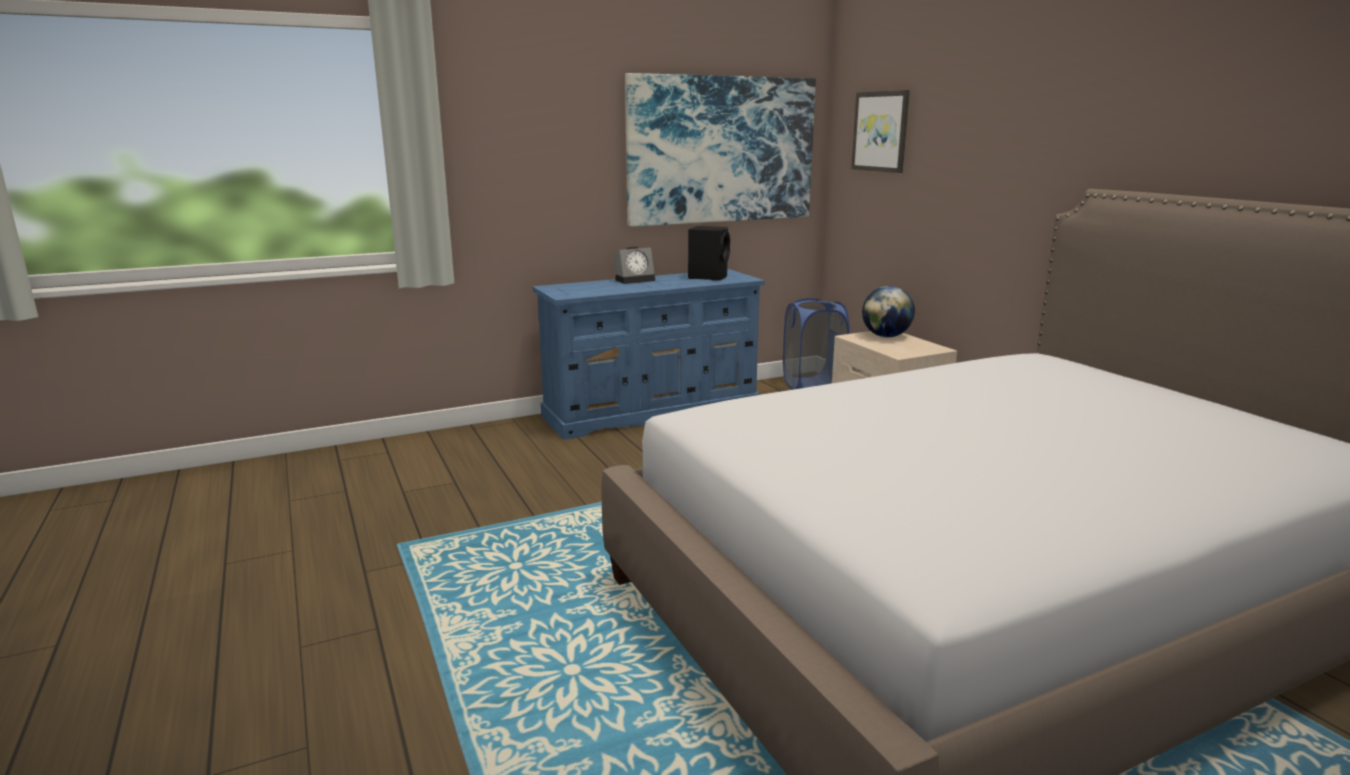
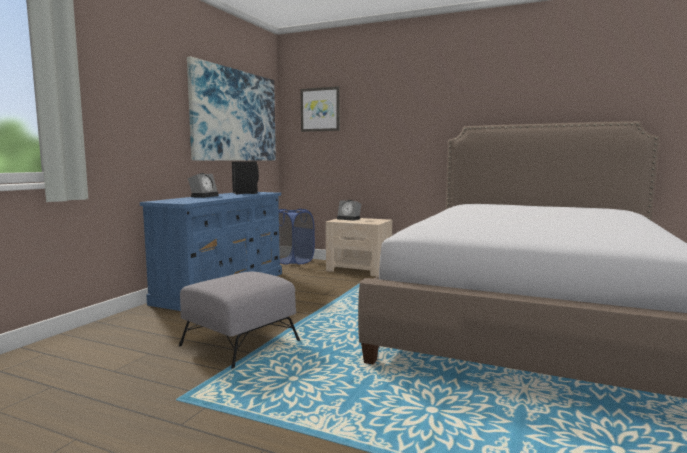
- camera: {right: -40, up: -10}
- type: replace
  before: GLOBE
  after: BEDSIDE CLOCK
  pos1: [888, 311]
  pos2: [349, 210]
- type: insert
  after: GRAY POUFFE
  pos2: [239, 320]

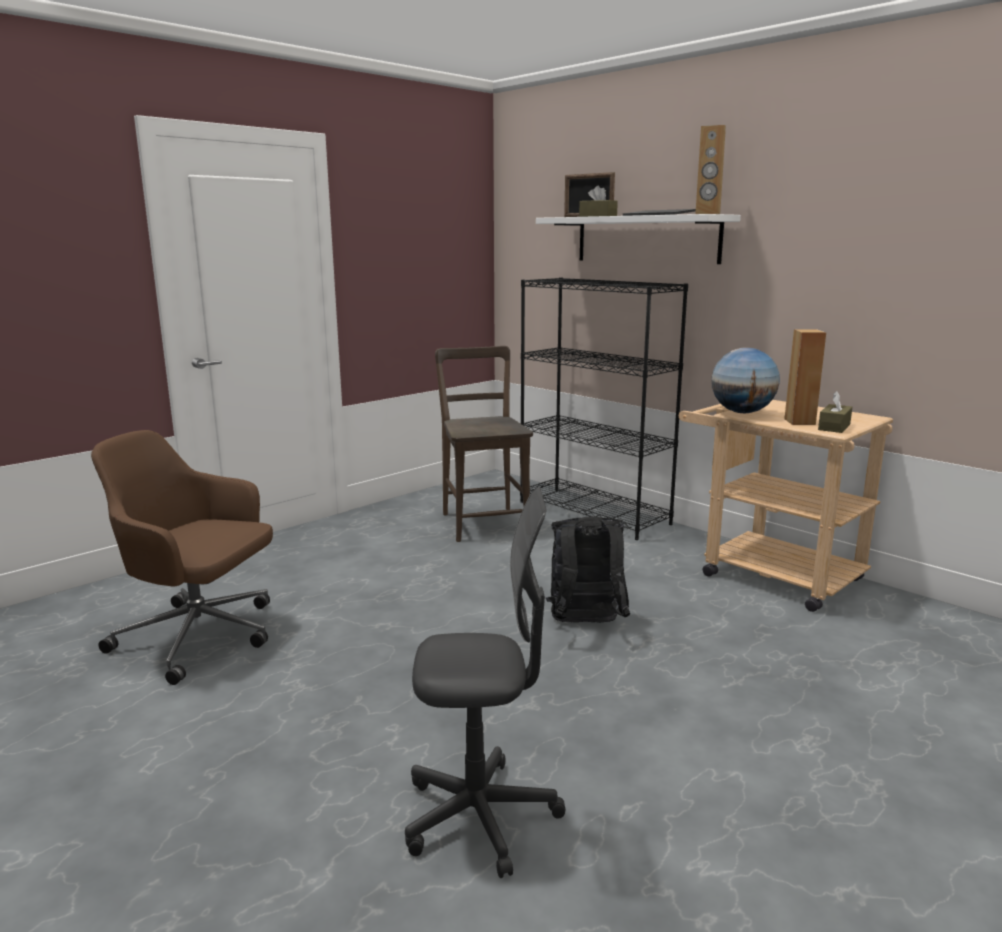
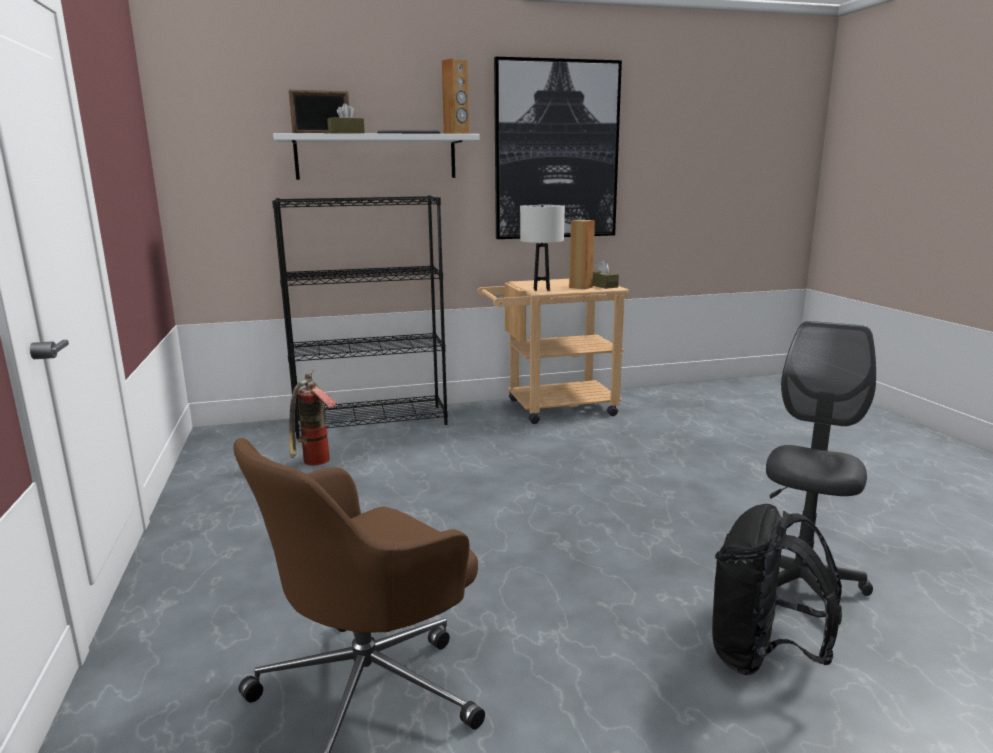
- camera: {right: -60, up: 0}
- type: replace
  before: BROWN CHAIR
  after: FIRE-FIGHTING CYLINDER
  pos1: [484, 444]
  pos2: [313, 418]
- type: replace
  before: GLOBE
  after: WHITISH TABLETOP LAMP
  pos1: [745, 380]
  pos2: [542, 248]
- type: move
  before: BLACKISH KNAPSACK
  pos1: [588, 569]
  pos2: [777, 589]
- type: insert
  after: WALL ART
  pos2: [558, 148]

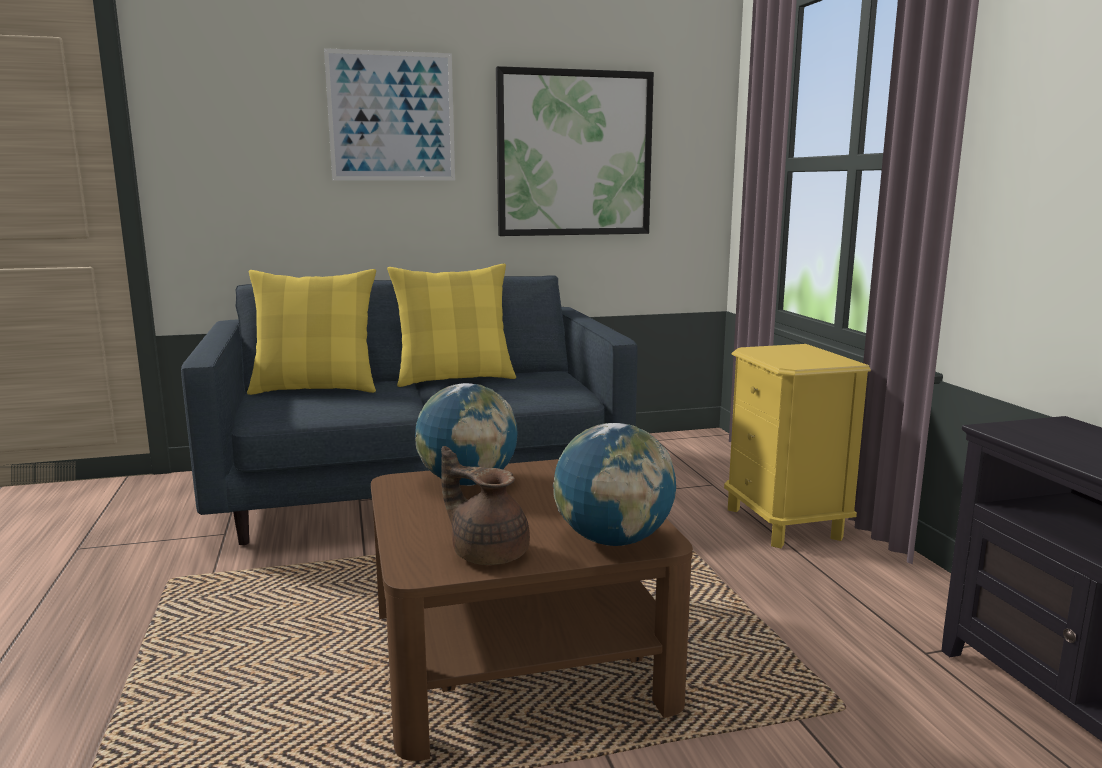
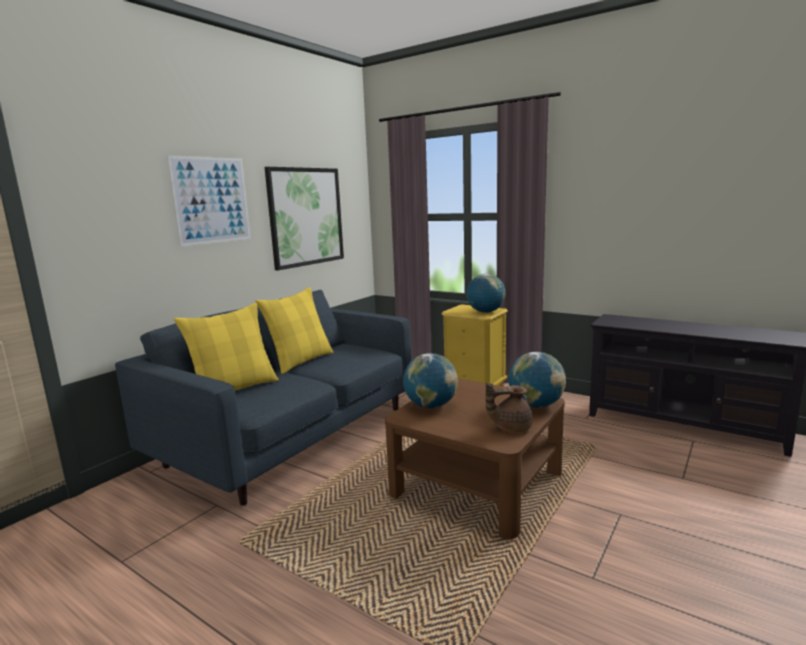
- camera: {right: -40, up: 0}
- type: insert
  after: GLOBE
  pos2: [486, 293]

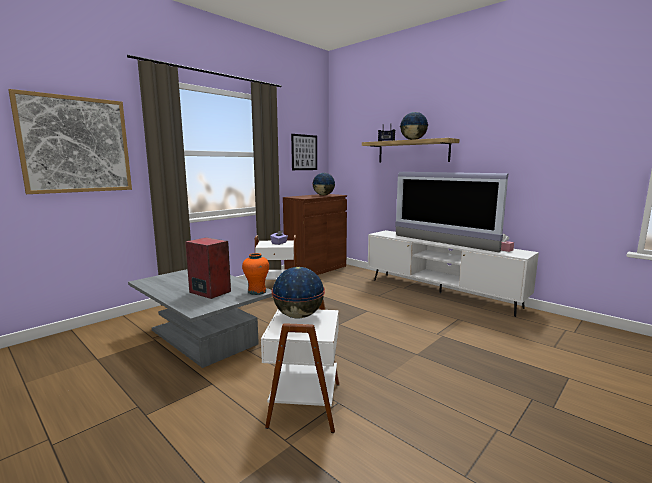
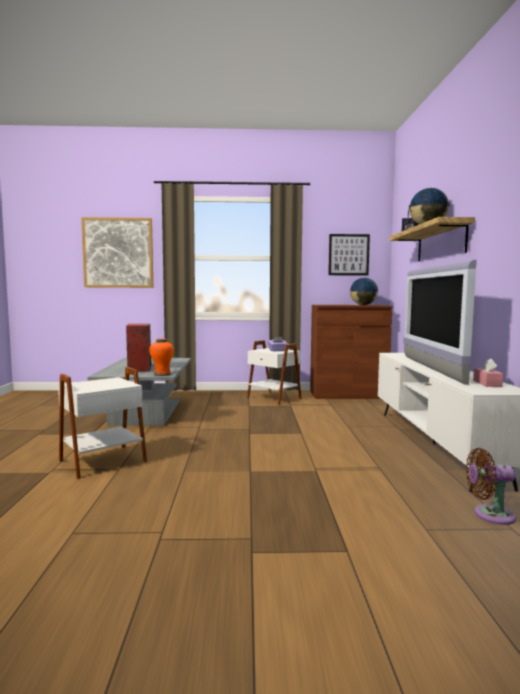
- camera: {right: 45, up: -5}
- type: delete
  before: GLOBE
  pos1: [298, 293]
- type: insert
  after: BROWN COOLING FAN
  pos2: [491, 486]

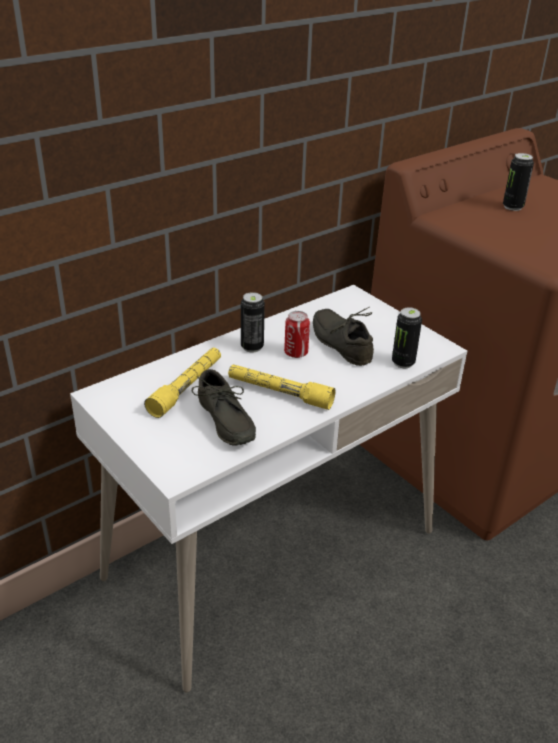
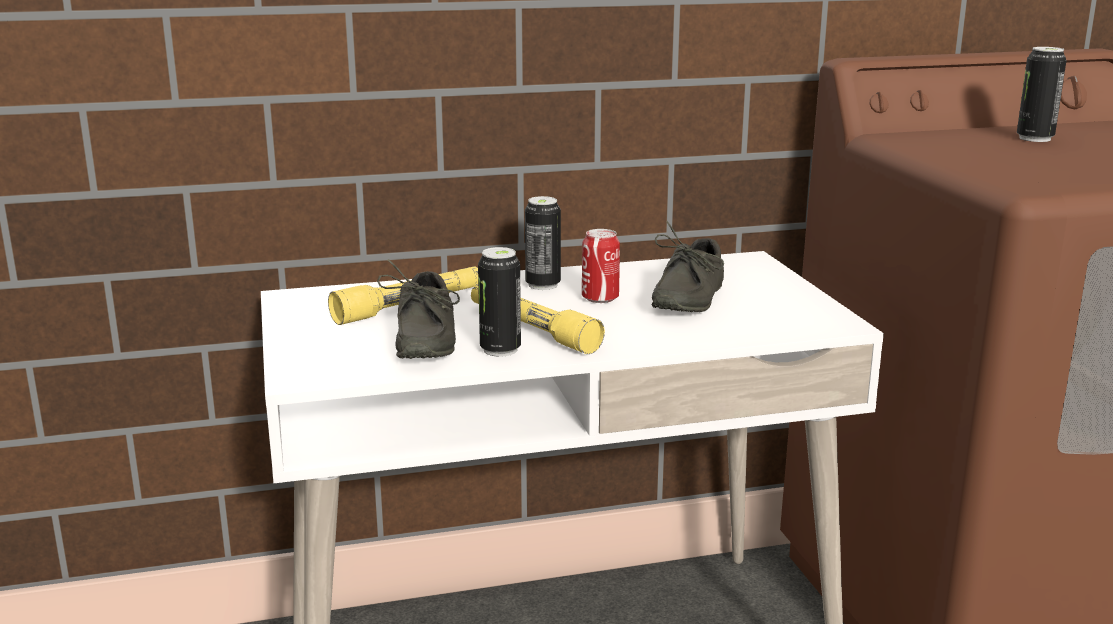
- camera: {right: 25, up: -15}
- type: rotate
  before: GRAY SHOE
  pos1: [343, 336]
  pos2: [687, 266]
  turn: -150
- type: move
  before: SEALED CAN
  pos1: [407, 337]
  pos2: [499, 302]

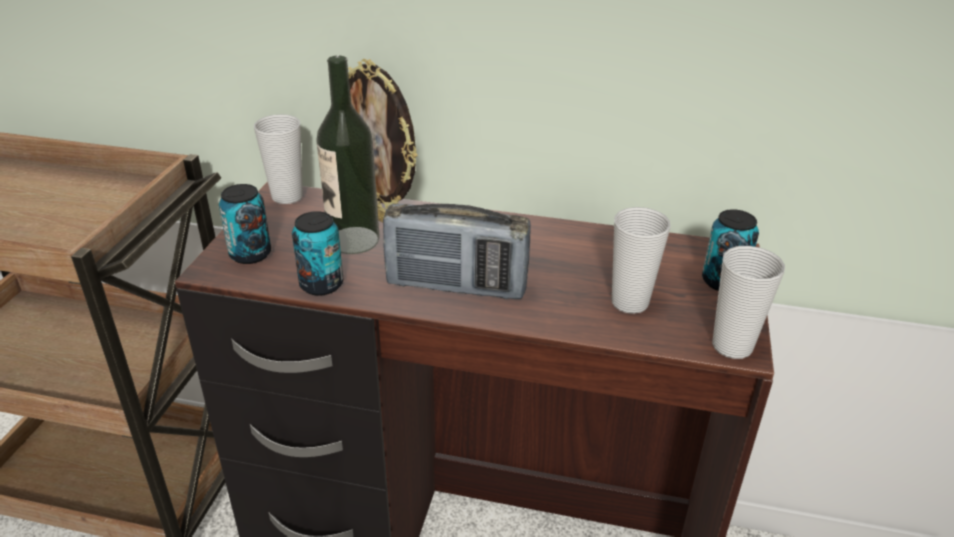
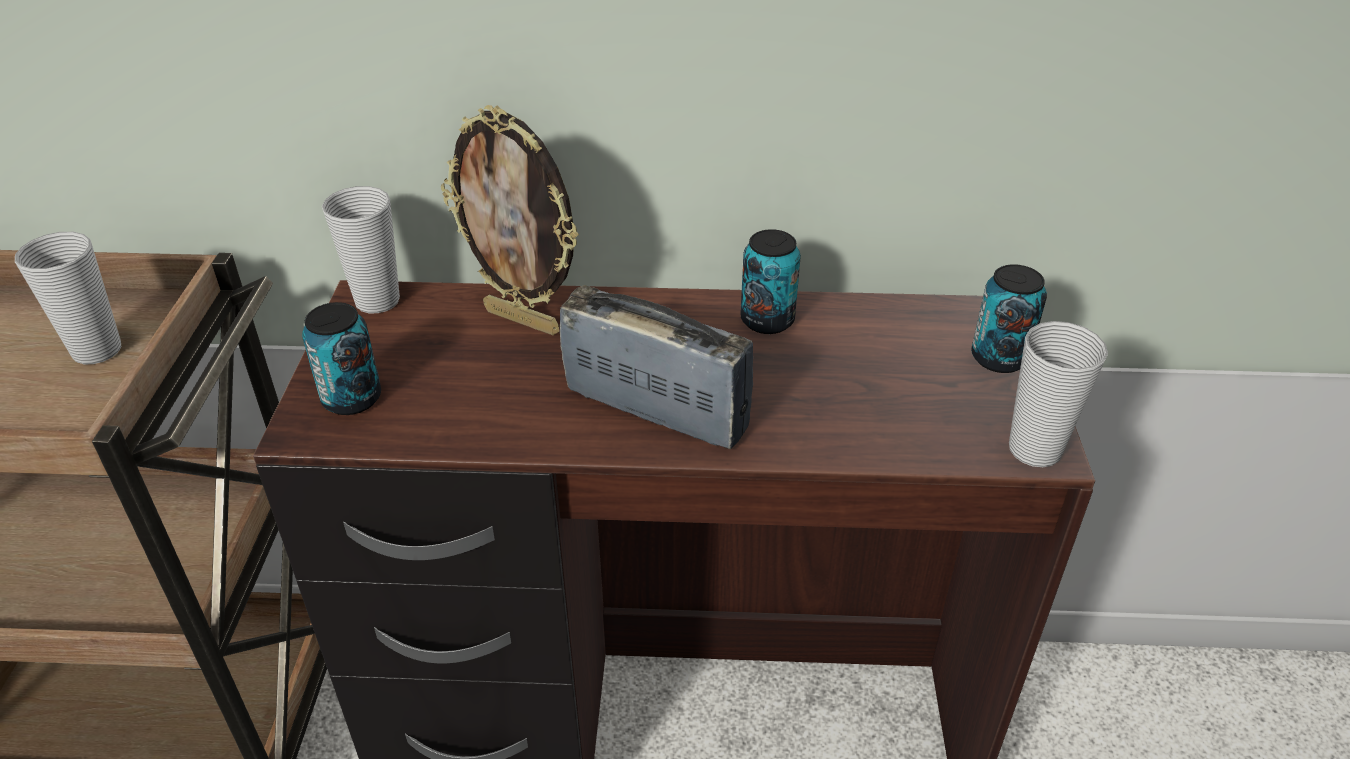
- camera: {right: -10, up: 5}
- type: delete
  before: DRINK BOTTLE
  pos1: [348, 155]
- type: rotate
  before: RADIO
  pos1: [457, 251]
  pos2: [656, 367]
  turn: -150
- type: move
  before: SMALL CUP
  pos1: [641, 260]
  pos2: [68, 298]
- type: move
  before: SEALED CAN
  pos1: [317, 253]
  pos2: [770, 281]

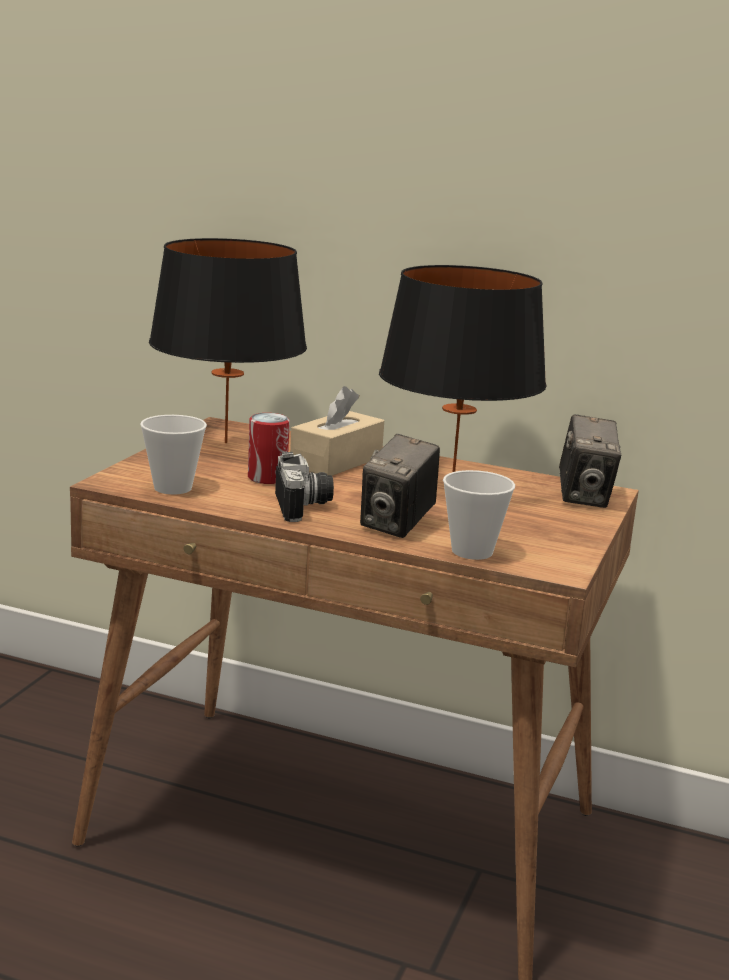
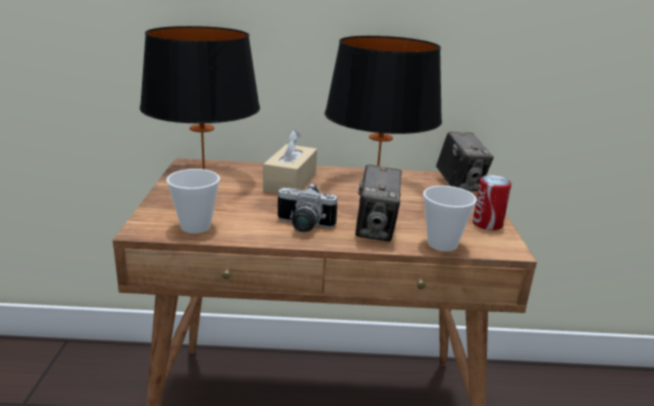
- camera: {right: -20, up: 5}
- type: move
  before: SEALED CAN
  pos1: [269, 448]
  pos2: [492, 202]
- type: rotate
  before: PHOTO CAMERA
  pos1: [304, 487]
  pos2: [308, 207]
  turn: 135

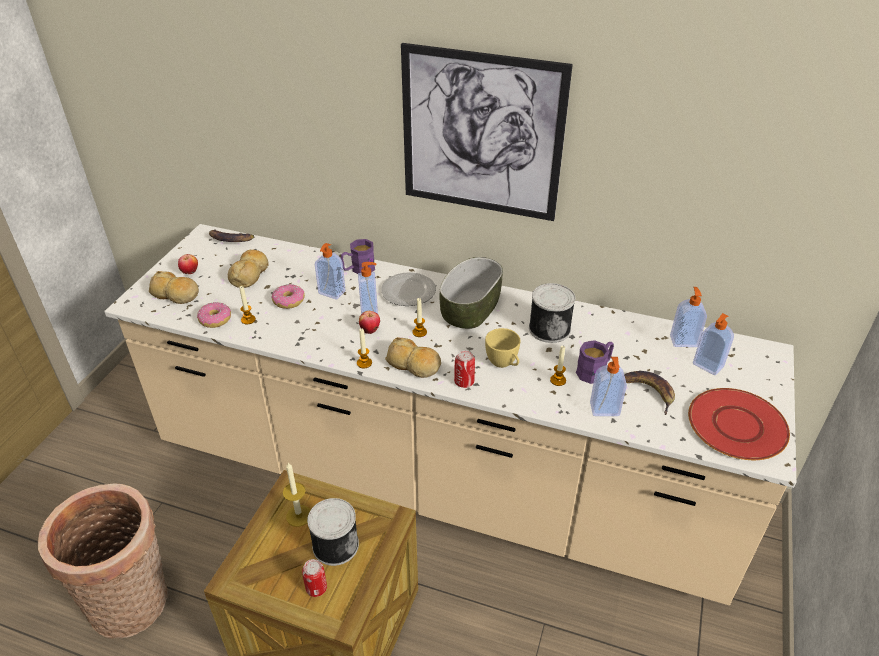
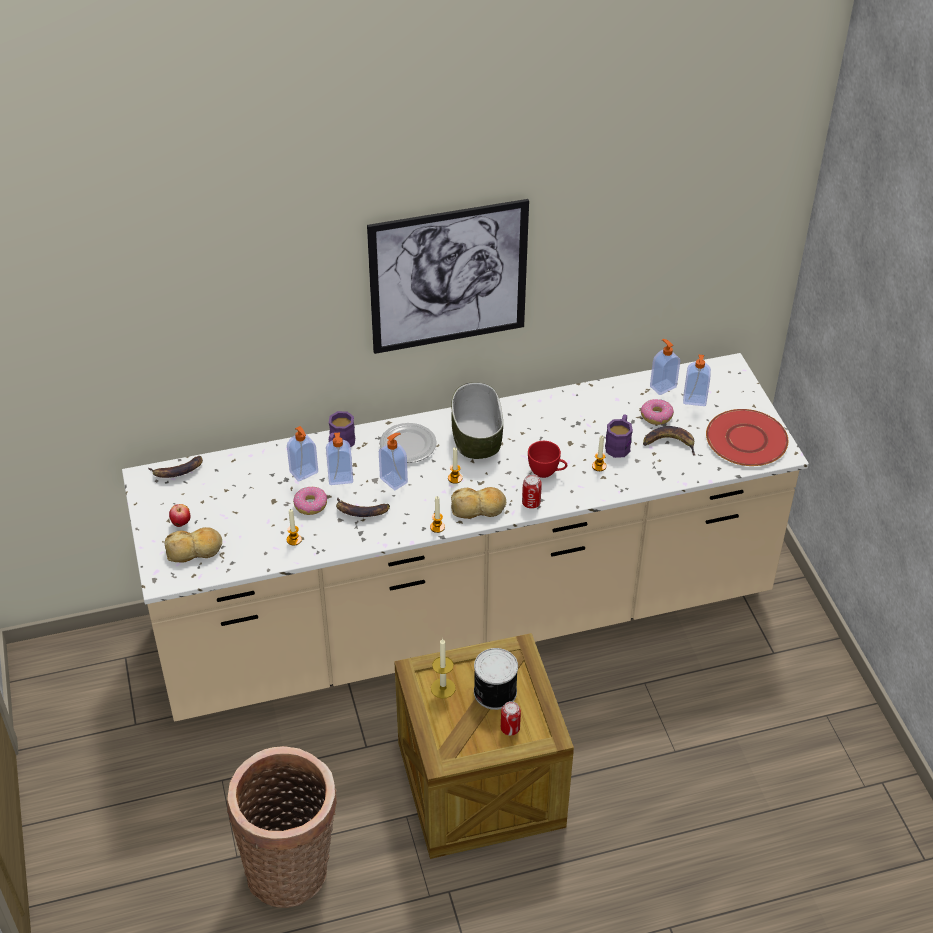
- camera: {right: -35, up: 5}
- type: delete
  before: BAKERY BREAD
  pos1: [248, 269]
- type: delete
  before: SEALED CAN
  pos1: [552, 313]
- type: move
  before: DOUGHNUT
  pos1: [214, 315]
  pos2: [657, 412]
- type: delete
  before: APPLE FRUIT
  pos1: [369, 322]
- type: recolor
  before: YELLOWISH SMALL CUP
  after: RED-COLOURED SMALL CUP
  pos1: [503, 348]
  pos2: [547, 459]
- type: move
  before: LIQUID SOAP BOTTLE
  pos1: [608, 386]
  pos2: [302, 454]
- type: insert
  after: BANANA FRUIT
  pos2: [363, 507]

